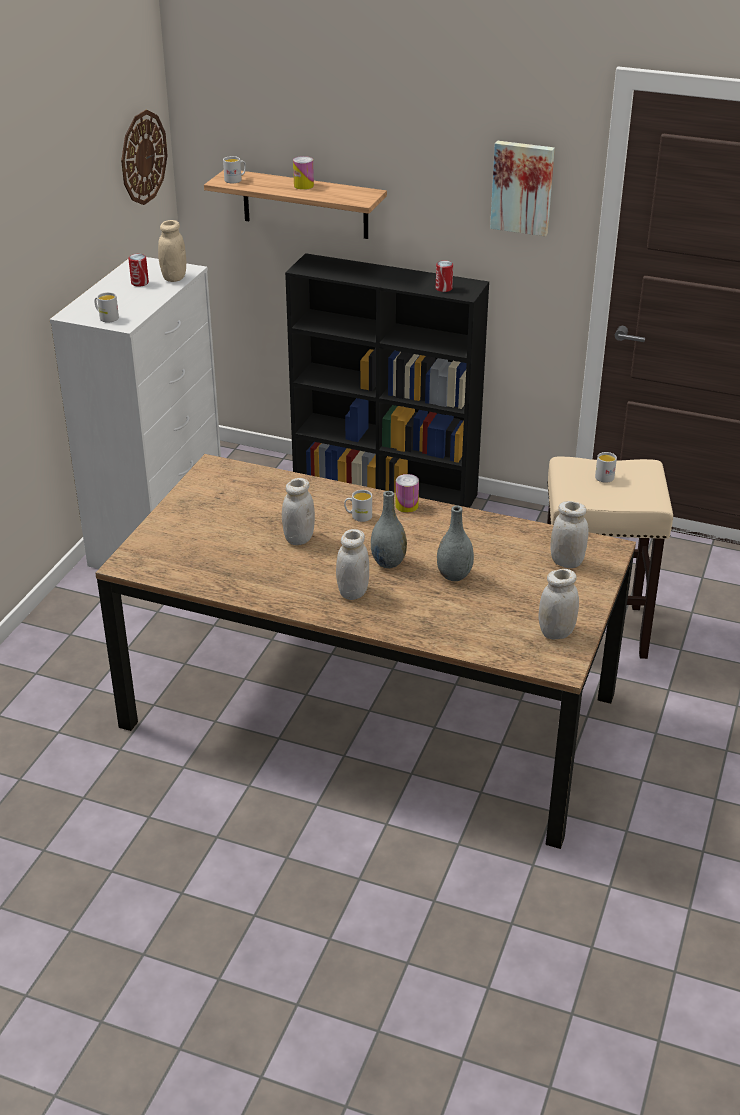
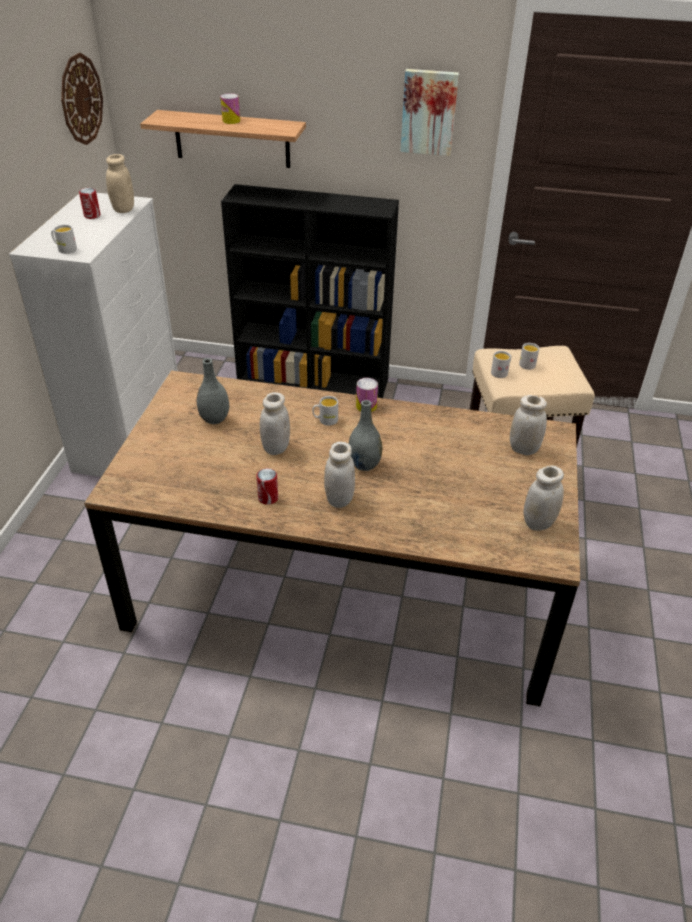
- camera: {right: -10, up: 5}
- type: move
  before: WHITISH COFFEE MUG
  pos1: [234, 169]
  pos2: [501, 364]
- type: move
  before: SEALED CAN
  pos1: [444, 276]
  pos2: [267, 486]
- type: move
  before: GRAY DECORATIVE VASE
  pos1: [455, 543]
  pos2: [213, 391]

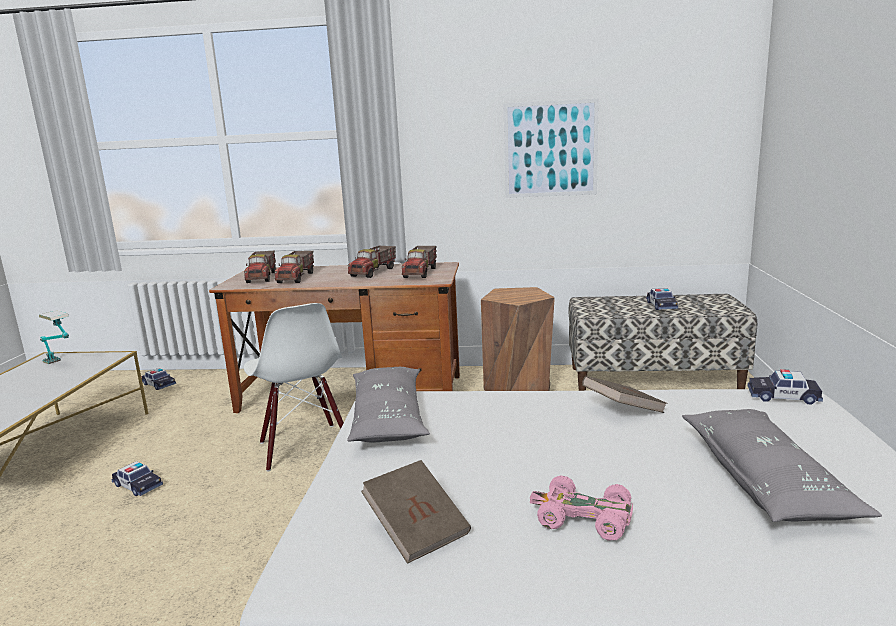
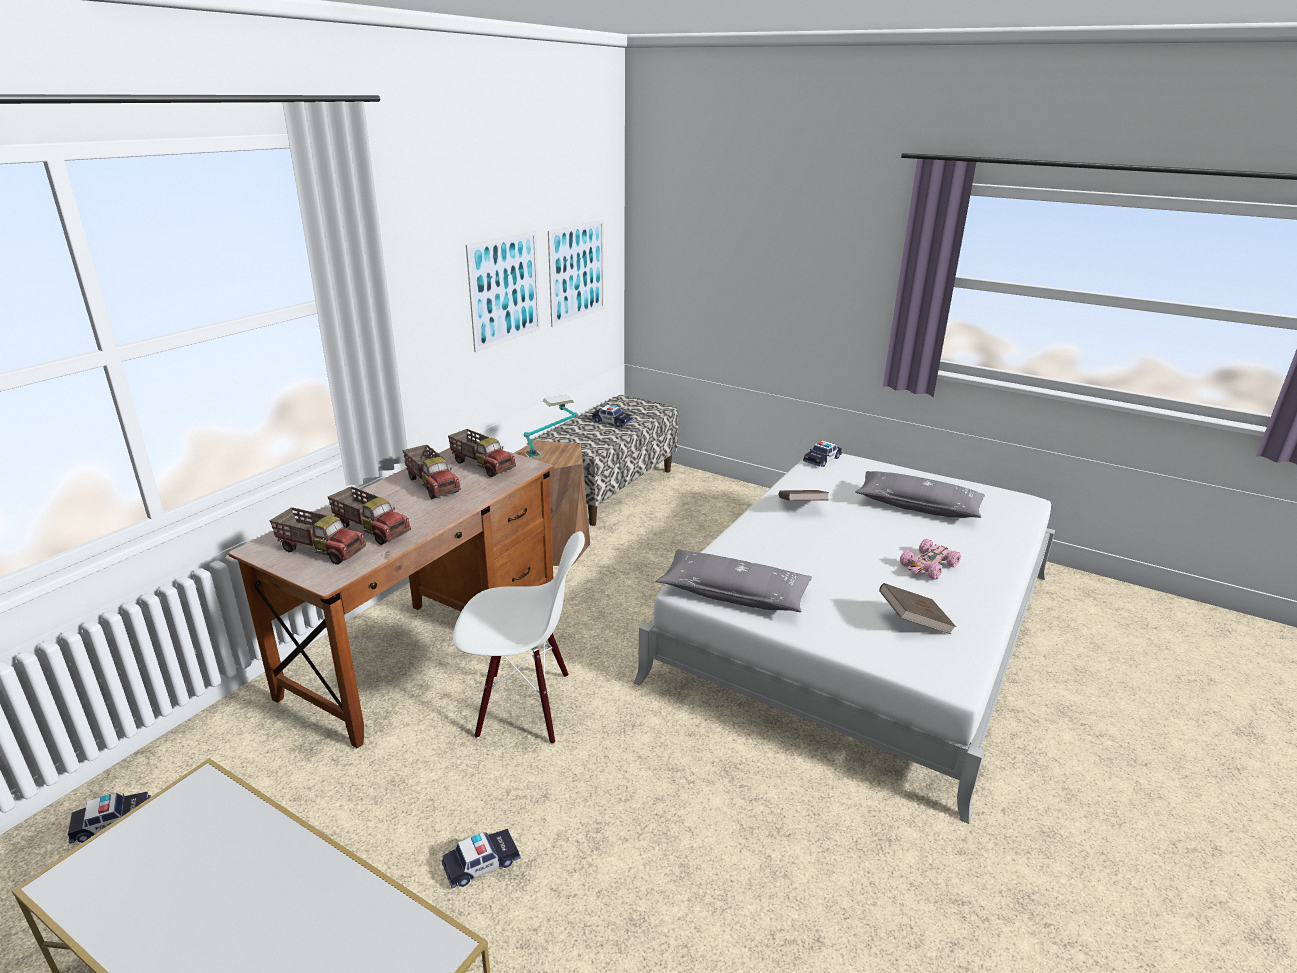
- camera: {right: -65, up: 10}
- type: move
  before: TABLETOP LAMP
  pos1: [54, 337]
  pos2: [551, 427]
- type: insert
  after: WALL ART
  pos2: [576, 273]

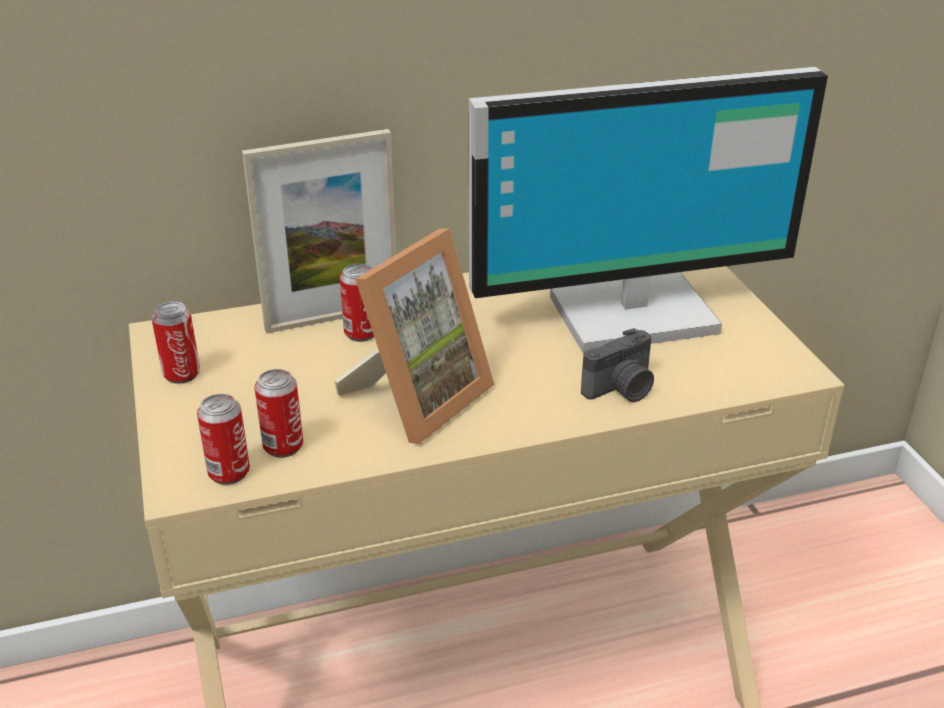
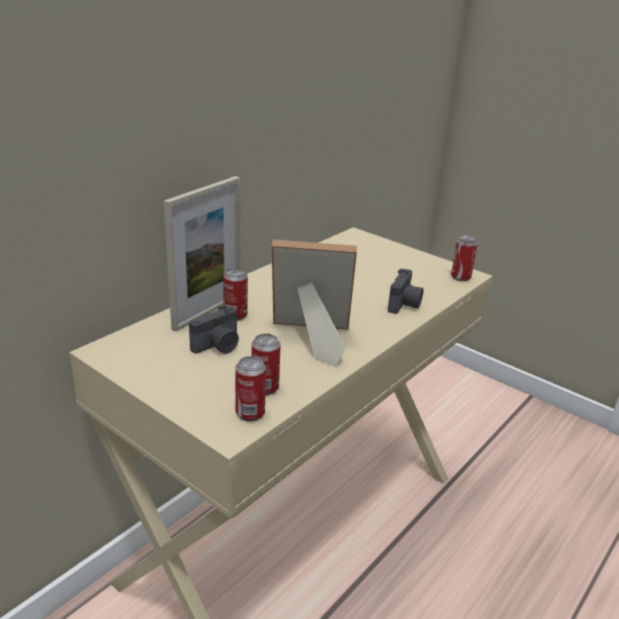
- camera: {right: -35, up: -5}
- type: delete
  before: MONITOR
  pos1: [648, 210]
- type: rotate
  before: PICTURE FRAME
  pos1: [415, 336]
  pos2: [314, 303]
  turn: -90
- type: move
  before: SEALED CAN
  pos1: [175, 343]
  pos2: [464, 258]
- type: insert
  after: PHOTO CAMERA
  pos2: [214, 329]

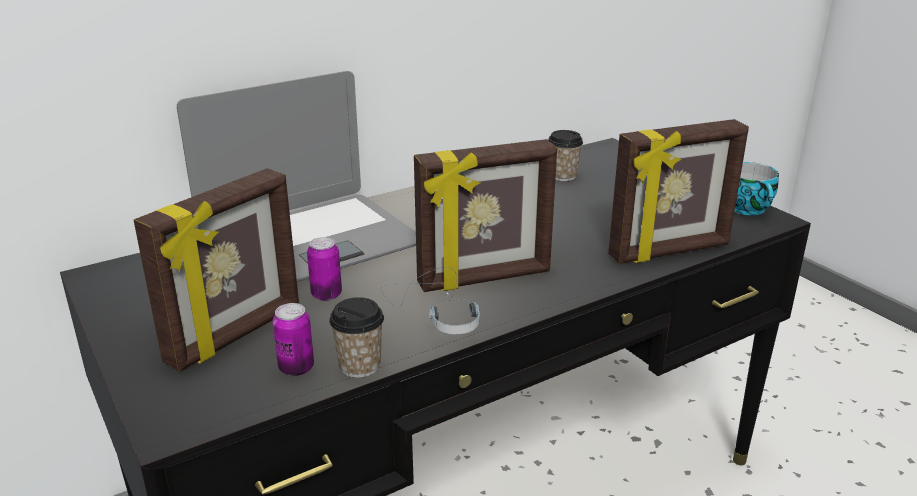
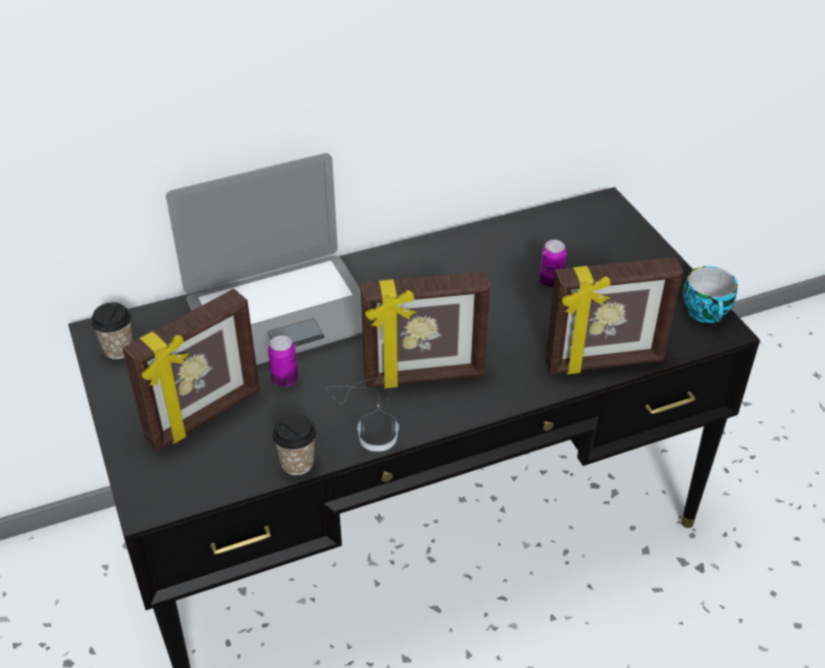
- camera: {right: 10, up: 15}
- type: move
  before: SMALL CUP
  pos1: [565, 155]
  pos2: [112, 330]
- type: move
  before: SEALED CAN
  pos1: [293, 339]
  pos2: [553, 264]

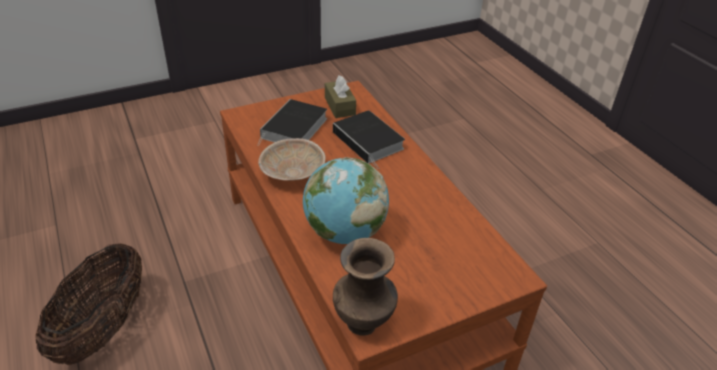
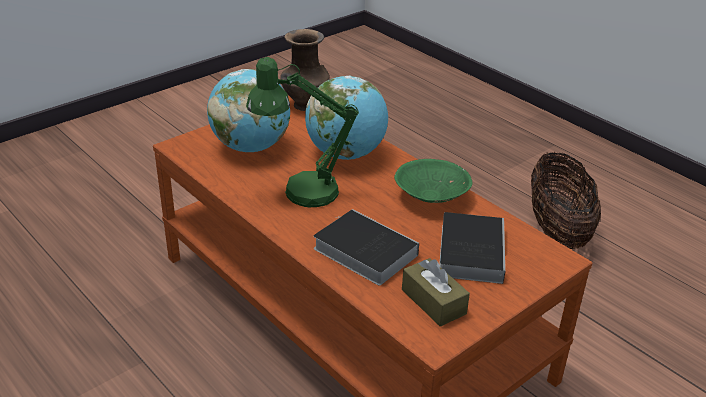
- camera: {right: 165, up: -5}
- type: recolor
  before: SAND-COLOURED BOWL
  after: GREEN BOWL
  pos1: [292, 159]
  pos2: [433, 181]
- type: insert
  after: GREEN TABLETOP LAMP
  pos2: [302, 132]
- type: insert
  after: GLOBE
  pos2: [248, 110]

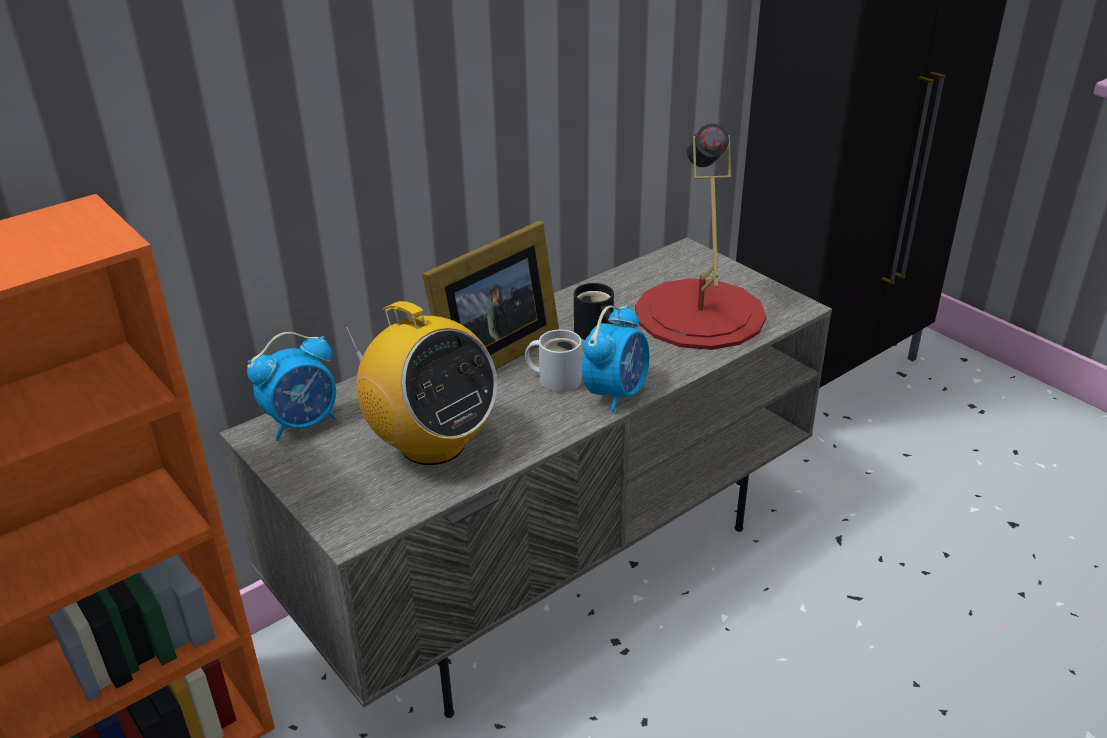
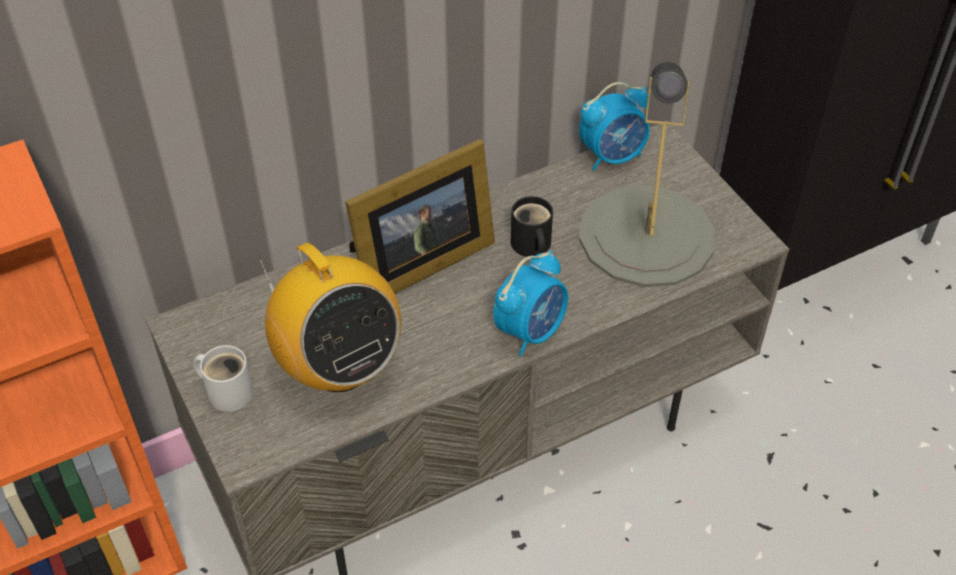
- camera: {right: 10, up: 15}
- type: recolor
  before: RED-COLOURED TABLETOP LAMP
  after: GRAY TABLETOP LAMP
  pos1: [700, 237]
  pos2: [647, 174]
- type: move
  before: WHITISH COFFEE MUG
  pos1: [553, 360]
  pos2: [223, 378]
- type: move
  before: BEDSIDE CLOCK
  pos1: [291, 386]
  pos2: [614, 126]

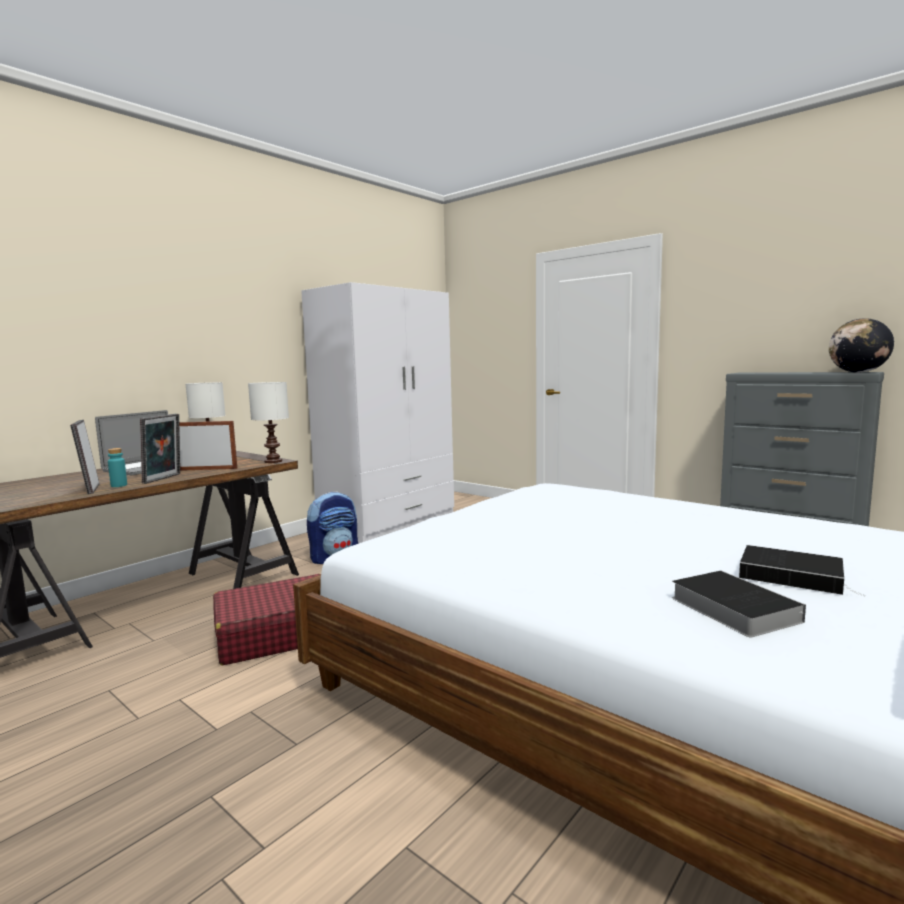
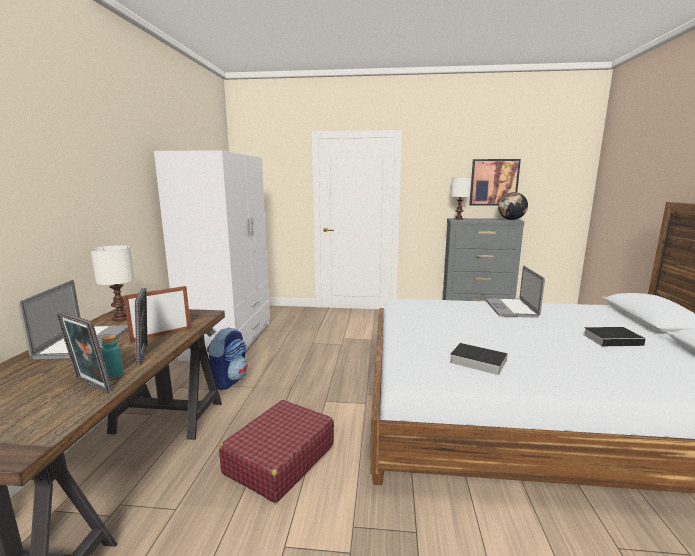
- camera: {right: -35, up: 5}
- type: move
  before: WHITISH TABLETOP LAMP
  pos1: [268, 422]
  pos2: [461, 198]
- type: move
  before: BOOK
  pos1: [739, 604]
  pos2: [478, 359]
- type: insert
  after: WALL ART
  pos2: [495, 182]
- type: insert
  after: NOTEBOOK COMPUTER
  pos2: [514, 291]

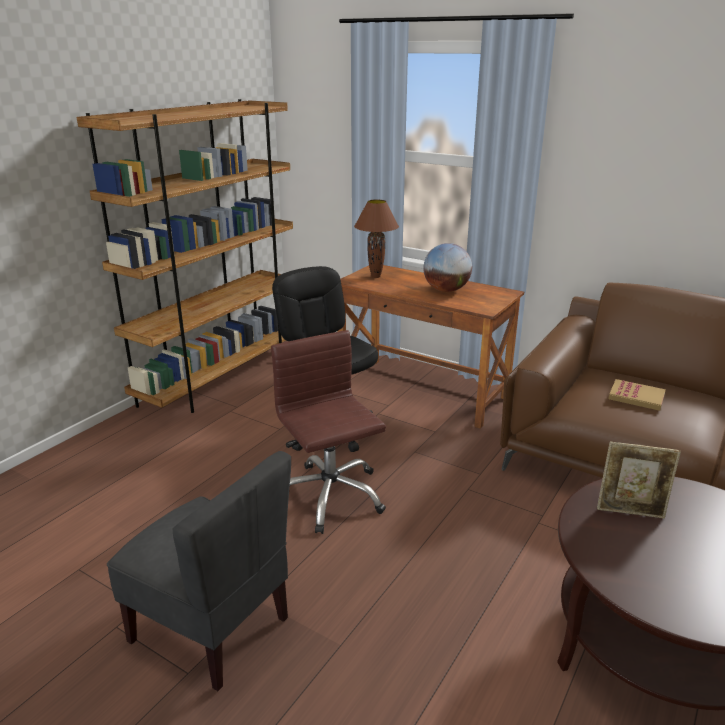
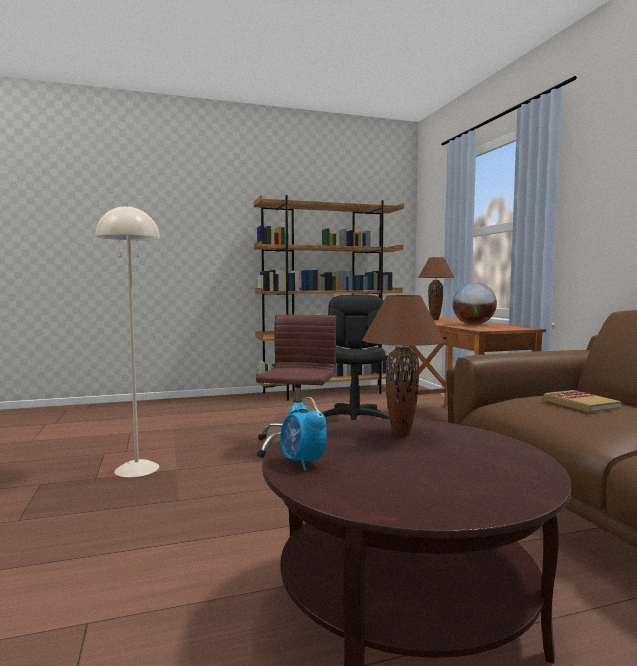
- camera: {right: 40, up: -20}
- type: replace
  before: PICTURE FRAME
  after: BROWN TABLETOP LAMP
  pos1: [639, 480]
  pos2: [403, 365]
- type: replace
  before: GRAY CHAIR
  after: SAND-COLOURED FLOOR LAMP
  pos1: [199, 571]
  pos2: [127, 341]
- type: insert
  after: BEDSIDE CLOCK
  pos2: [304, 434]

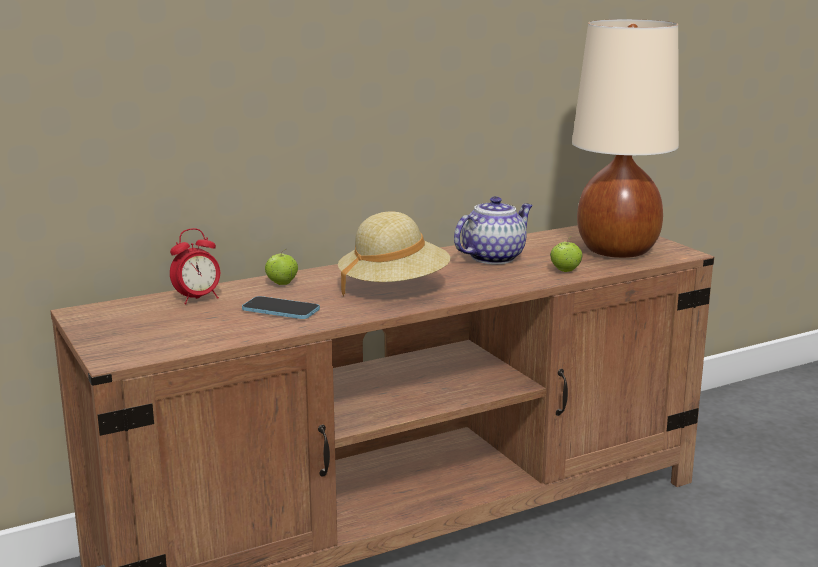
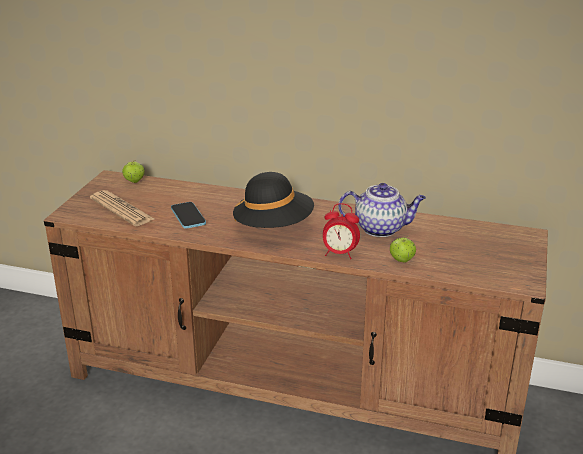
- camera: {right: 45, up: 10}
- type: delete
  before: SAND-COLOURED TABLETOP LAMP
  pos1: [625, 138]
- type: recolor
  before: SAND-COLOURED HAT
  after: BLACKISH HAT
  pos1: [394, 254]
  pos2: [273, 200]
- type: move
  before: BEDSIDE CLOCK
  pos1: [195, 266]
  pos2: [341, 231]
- type: move
  before: APPLE FRUIT
  pos1: [281, 266]
  pos2: [133, 171]
- type: insert
  after: PRINTED PAPER
  pos2: [122, 208]

